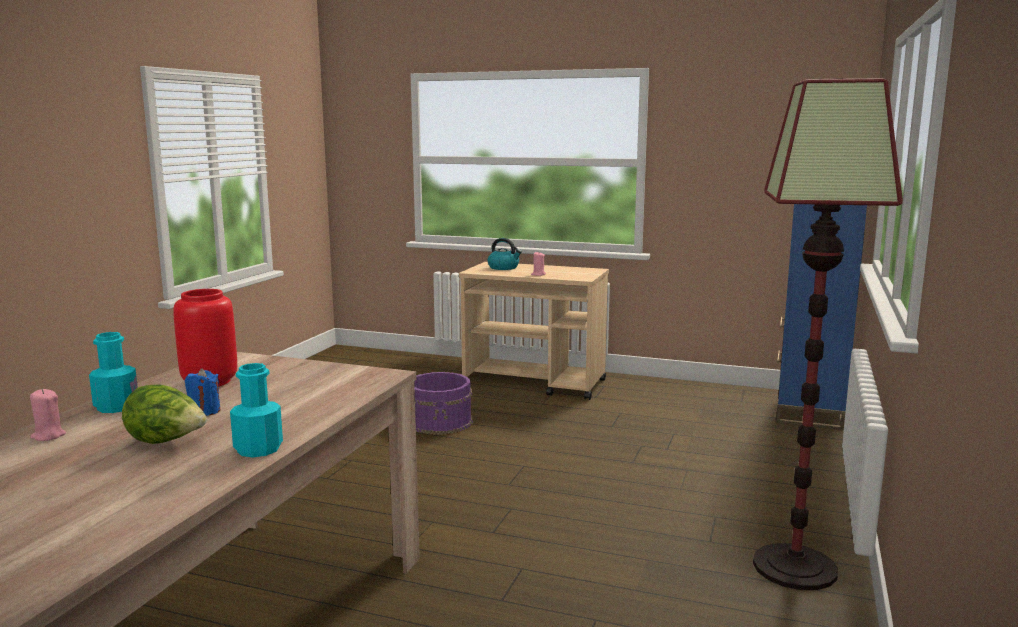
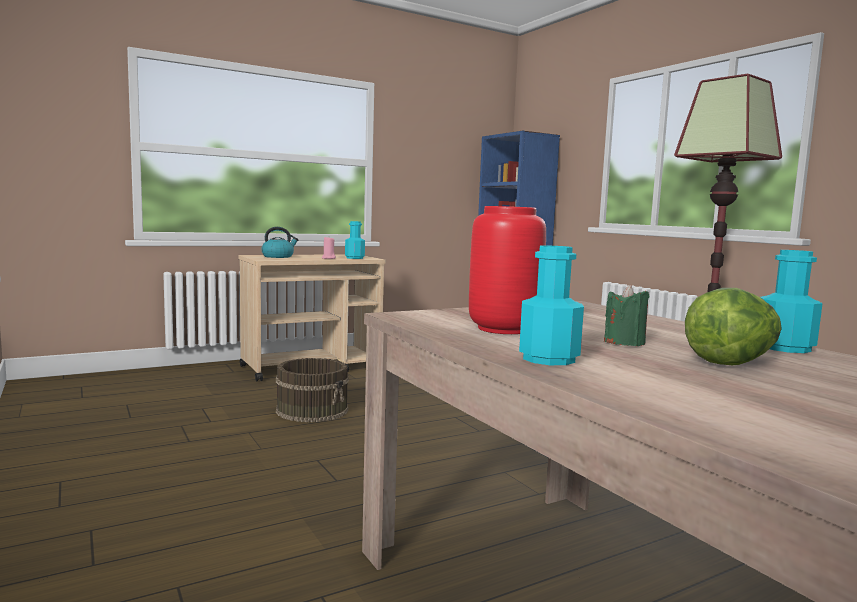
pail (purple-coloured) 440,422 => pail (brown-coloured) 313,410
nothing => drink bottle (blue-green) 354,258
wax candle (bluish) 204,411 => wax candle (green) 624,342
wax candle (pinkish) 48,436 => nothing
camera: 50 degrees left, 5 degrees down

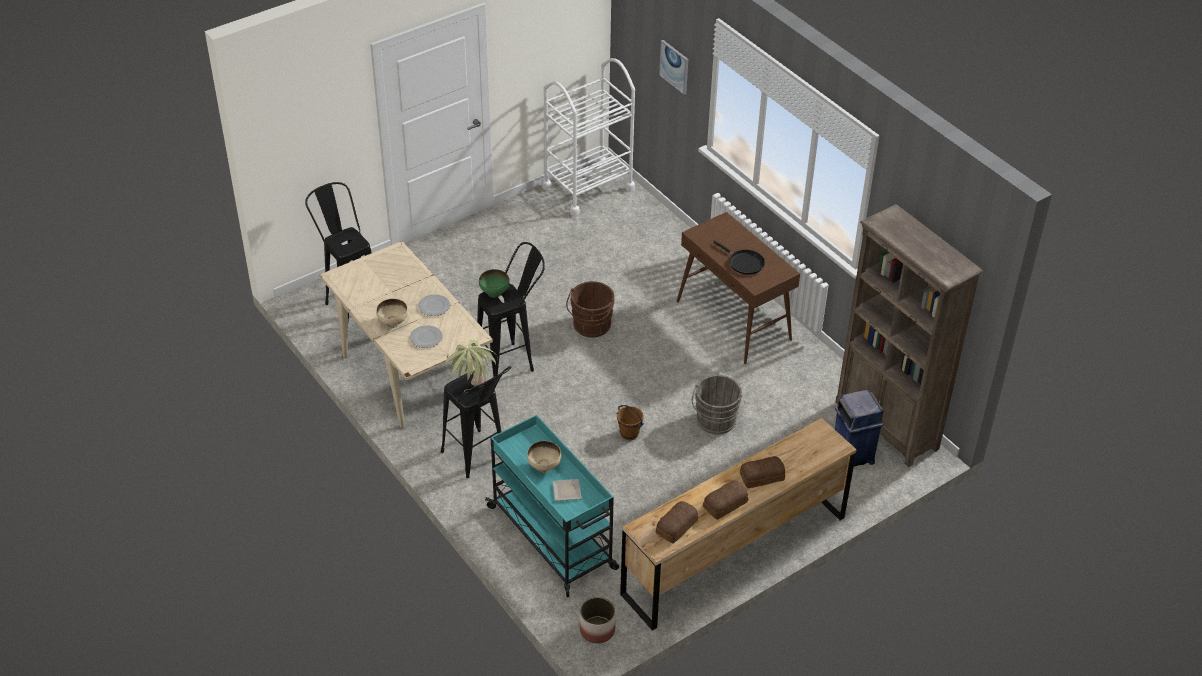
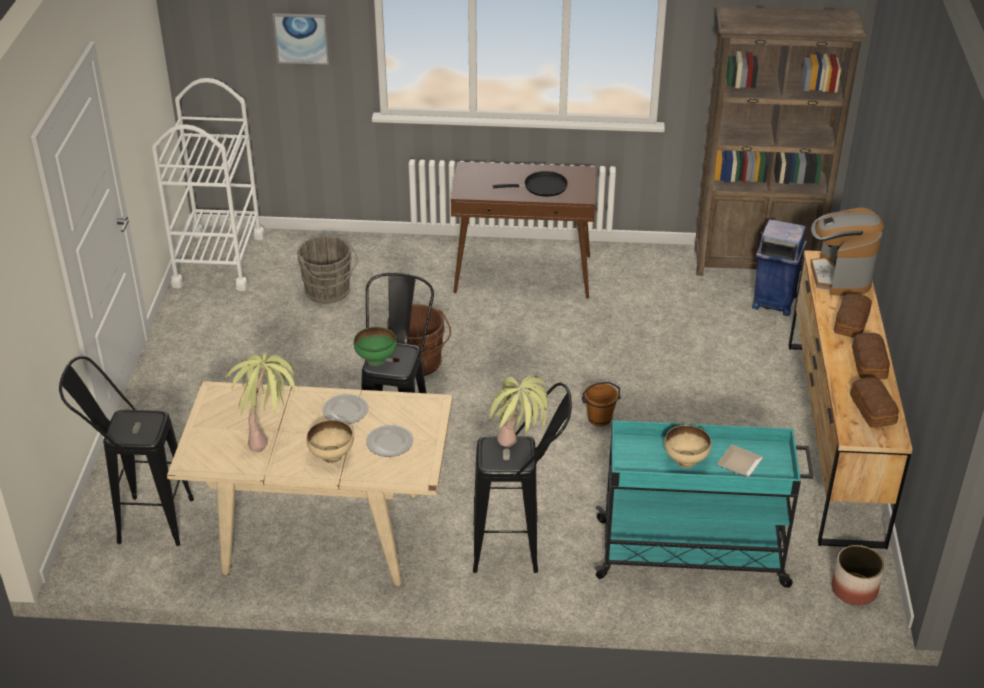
nothing => houseplant 269,434
pail (greyish) 715,422 => pail (greyish) 329,292, move
nothing => coffee maker 839,277
camera: 50 degrees left, 5 degrees down

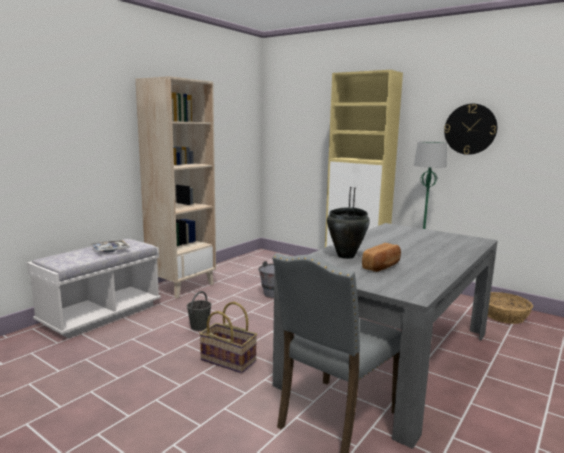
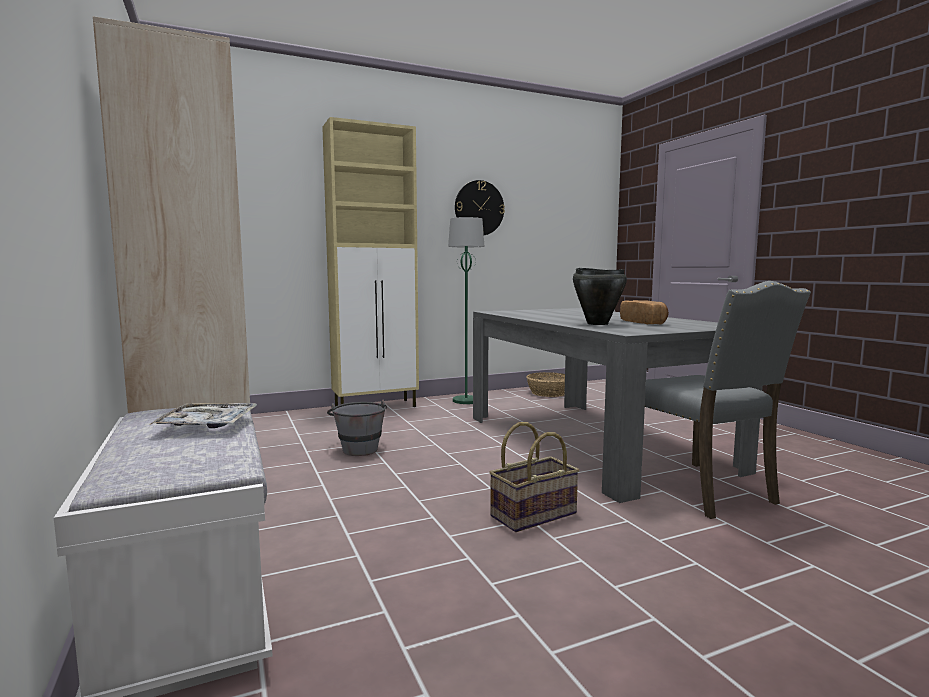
pail (greyish) 199,326 => nothing
camera: 60 degrees left, 5 degrees down

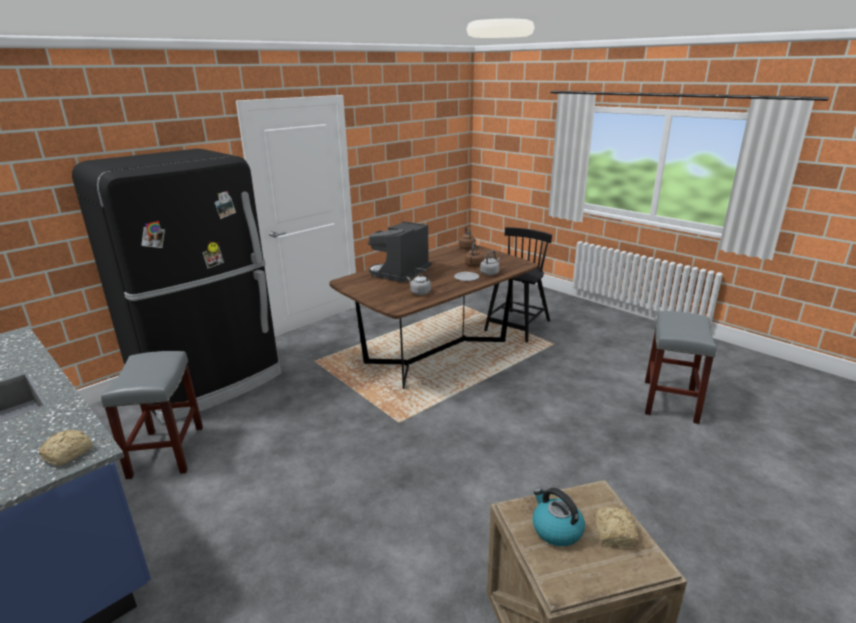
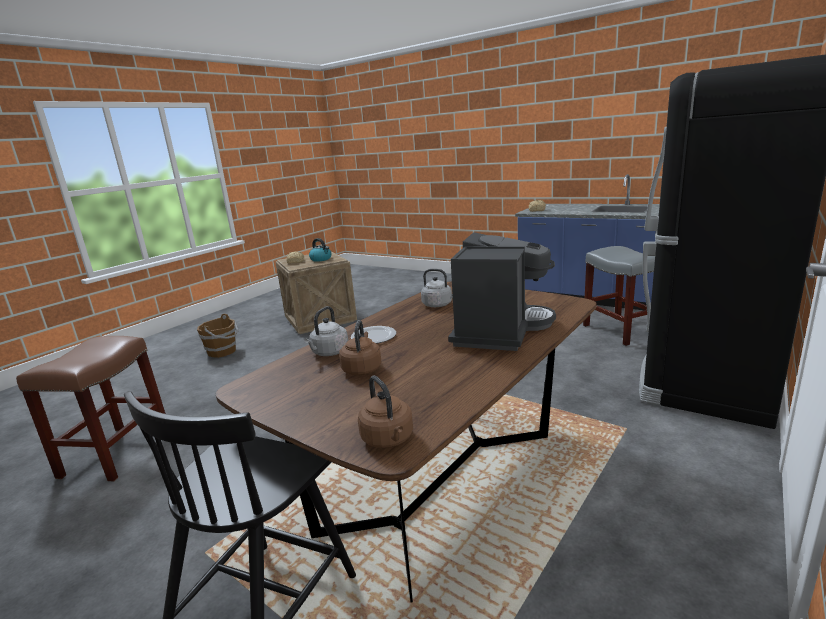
stool seat (greyish) 670,402 => stool seat (brown-coloured) 117,452
nothing => pail (brown-coloured) 223,351
camera: 170 degrees right, 5 degrees down

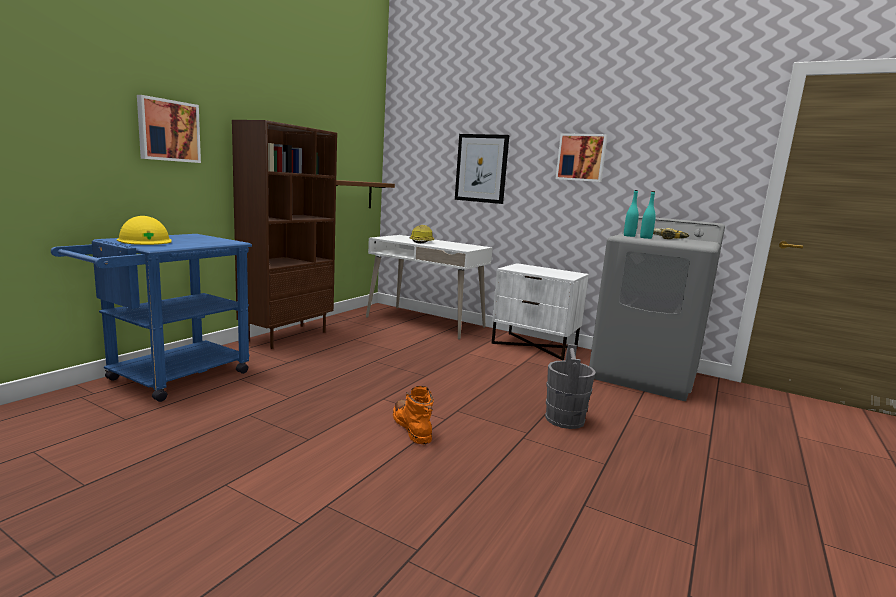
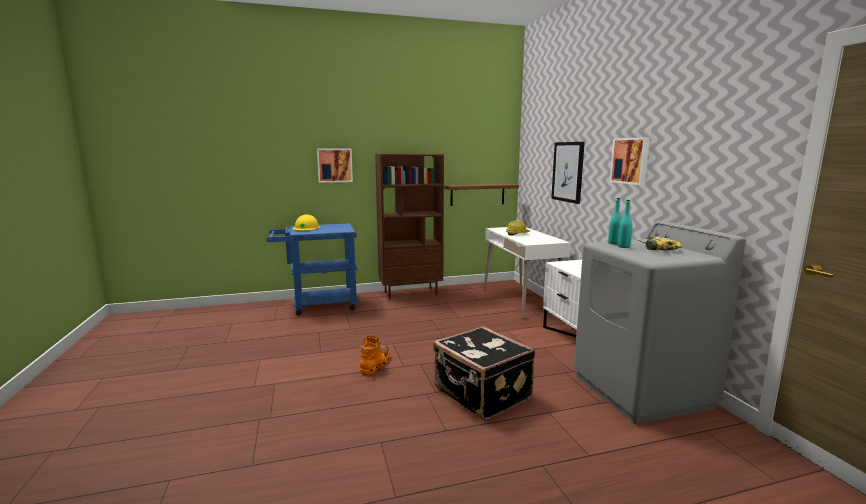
pail (greyish) 565,419 => travel case (blackish) 481,394
camera: 45 degrees right, 0 degrees up

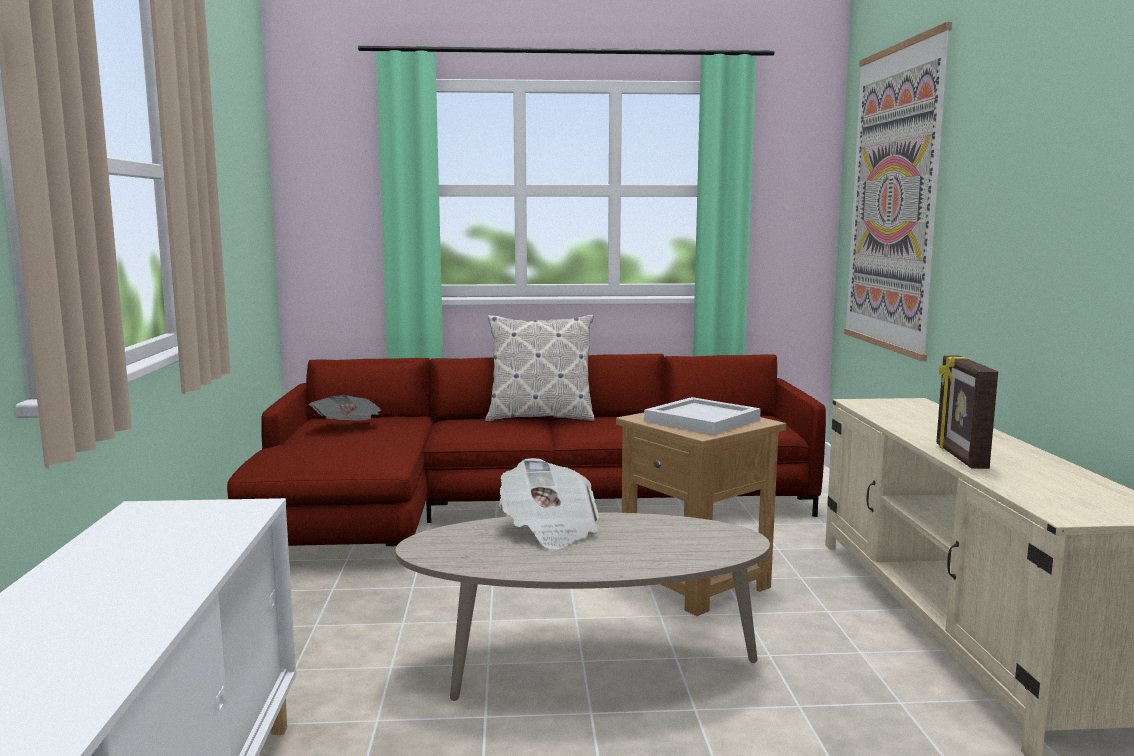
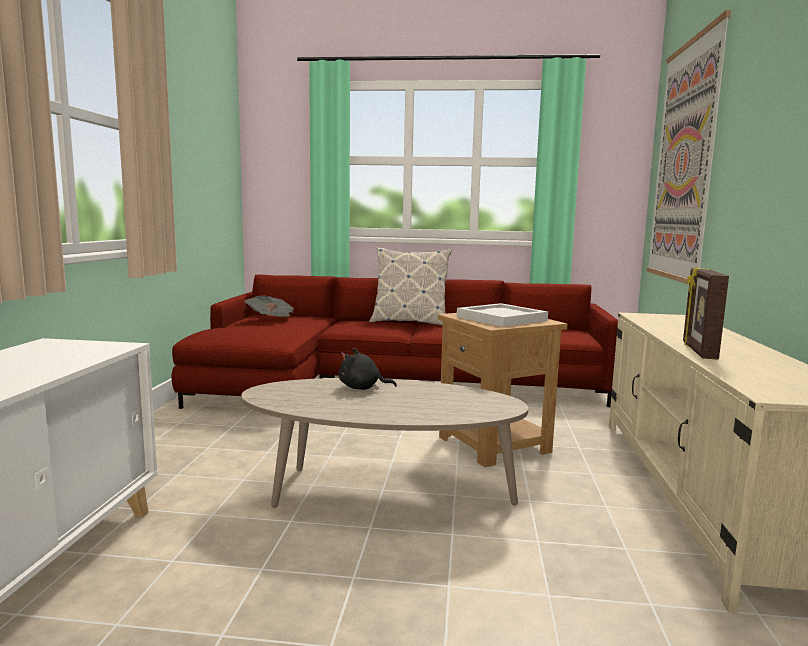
printed paper 549,530 => soft toy (blackish) 362,388
camera: 10 degrees right, 0 degrees up

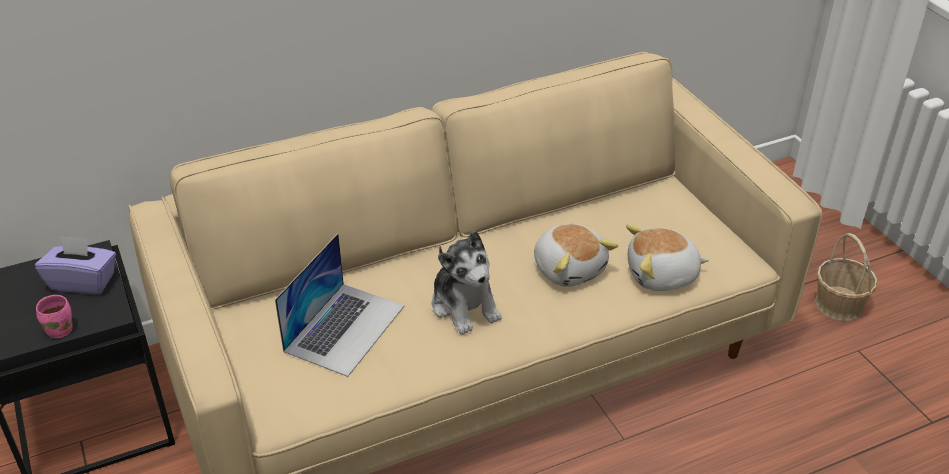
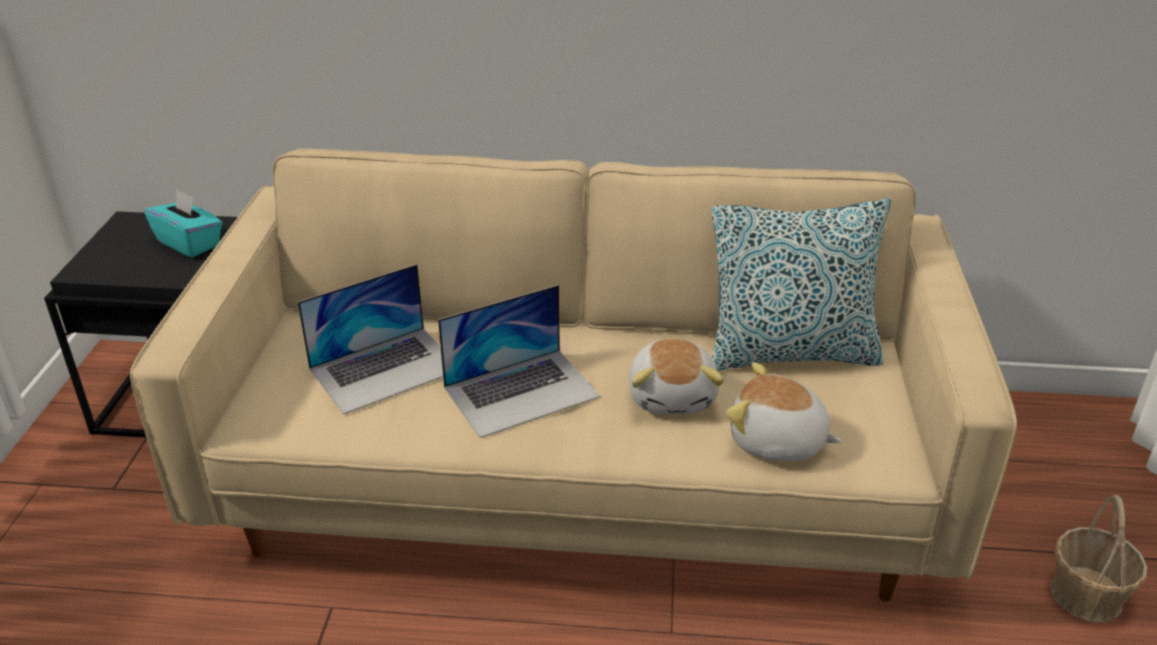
box of tissues (purple-coloured) 83,281 => box of tissues (blue-green) 190,243
soft toy 464,306 => laptop 522,391
nothing => throw pillow 790,353
coffee mug (pinkish) 61,329 => nothing
camera: 30 degrees right, 5 degrees down

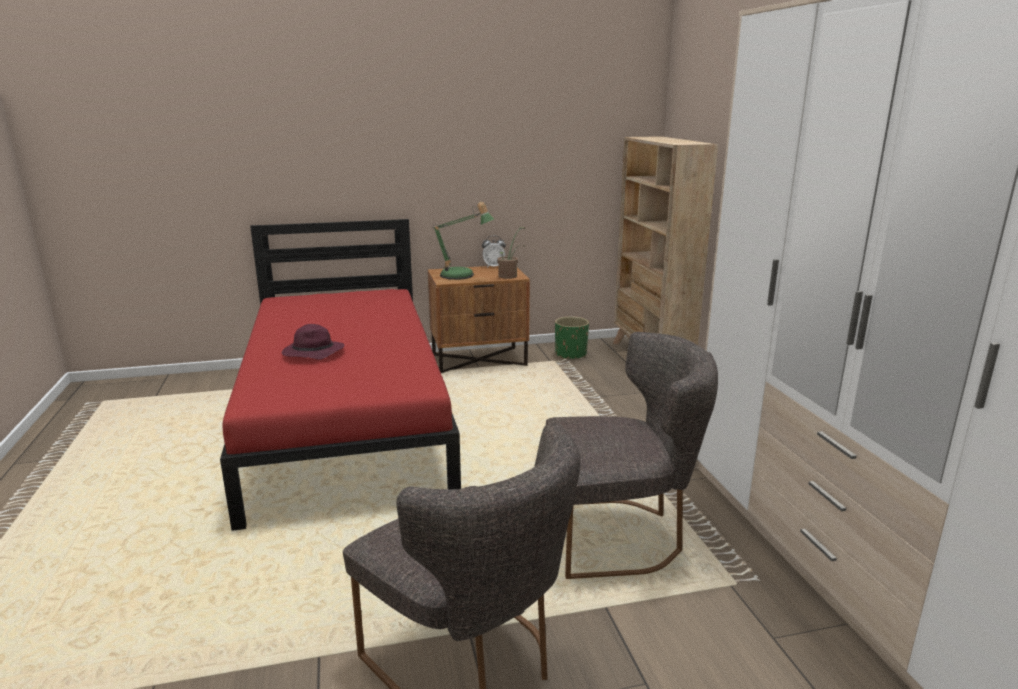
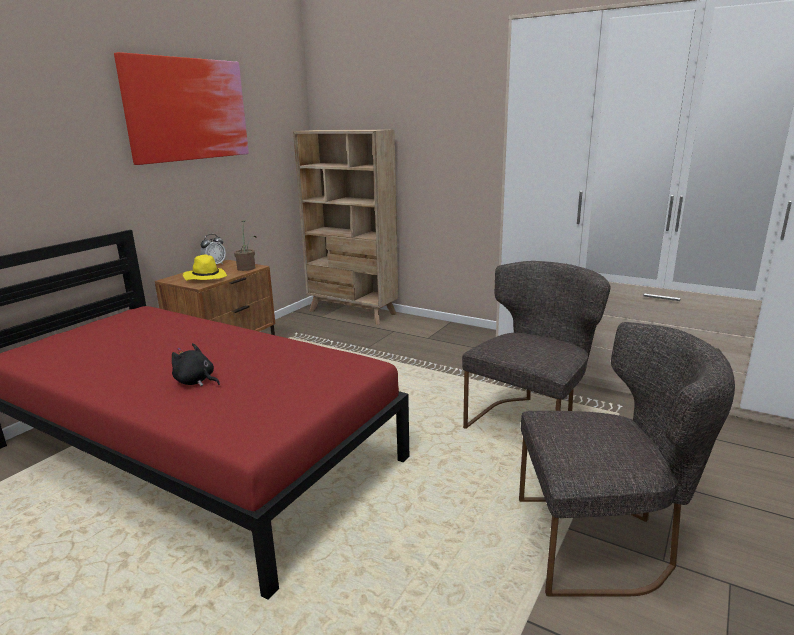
nothing => wall picture 187,109
wearable hat (purple-coloured) 312,353 => soft toy (blackish) 196,381
lamp for a table 462,276 => wearable hat (yellowish) 205,278
plant pot (green) 570,354 => nothing
camera: 45 degrees left, 0 degrees up

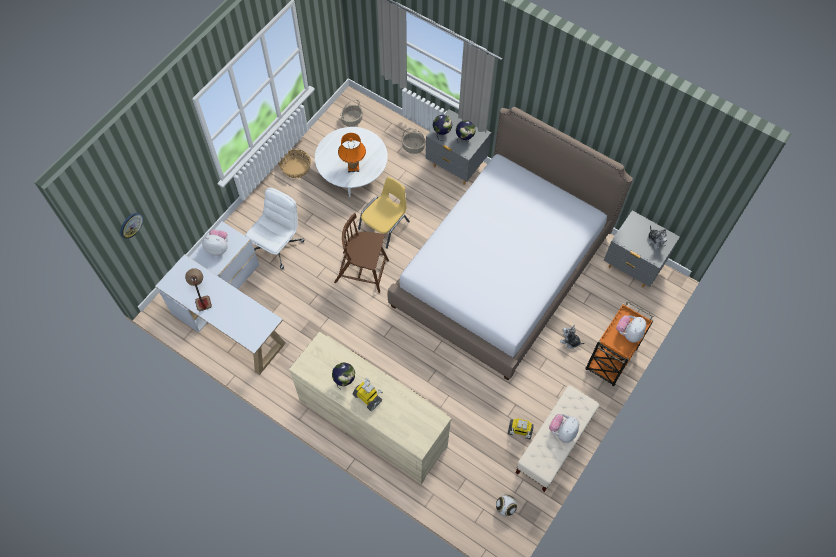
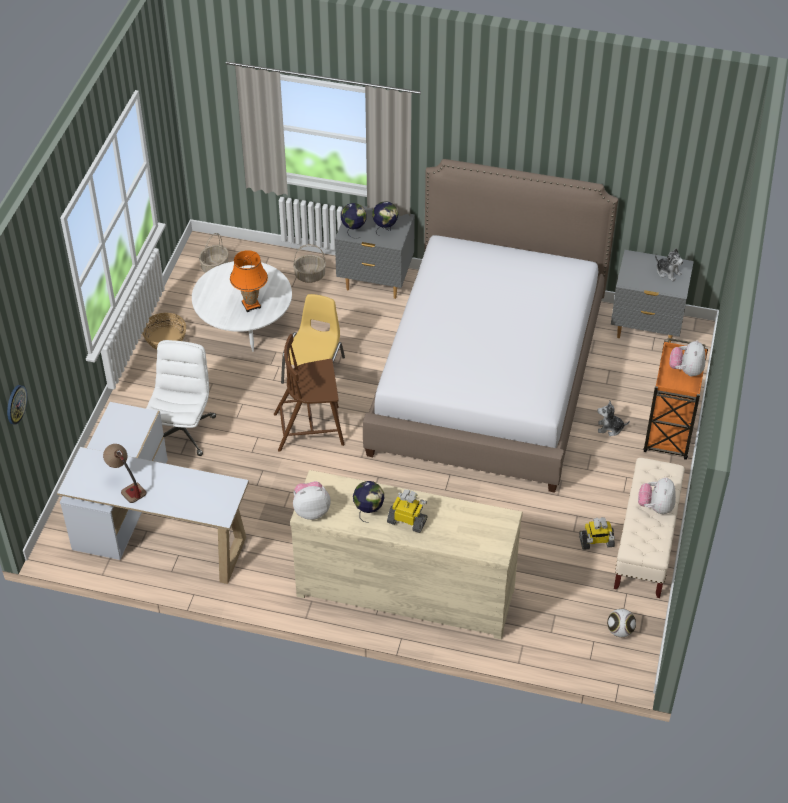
soft toy 218,247 => soft toy 311,510, move
camera: 20 degrees left, 15 degrees down

